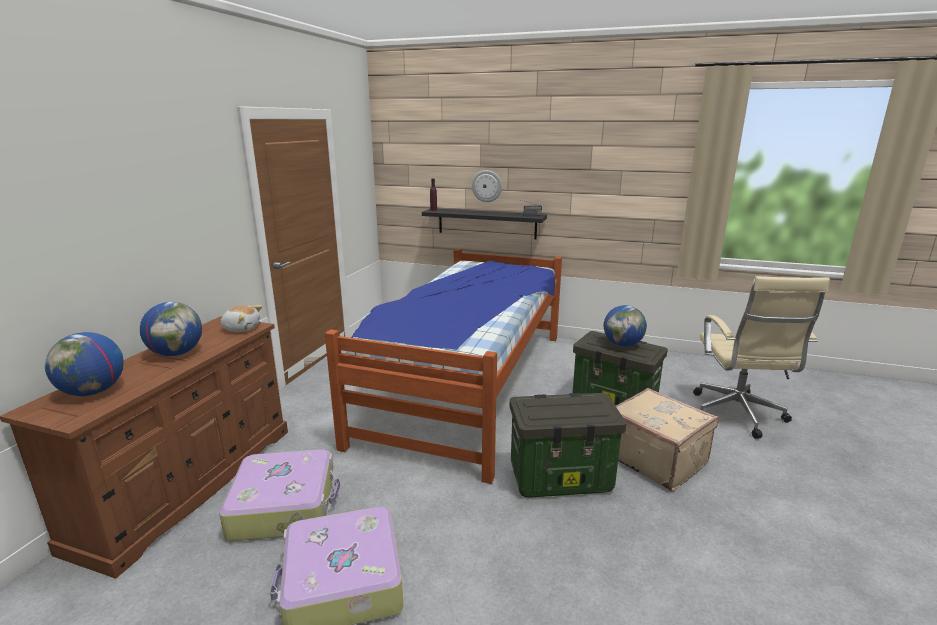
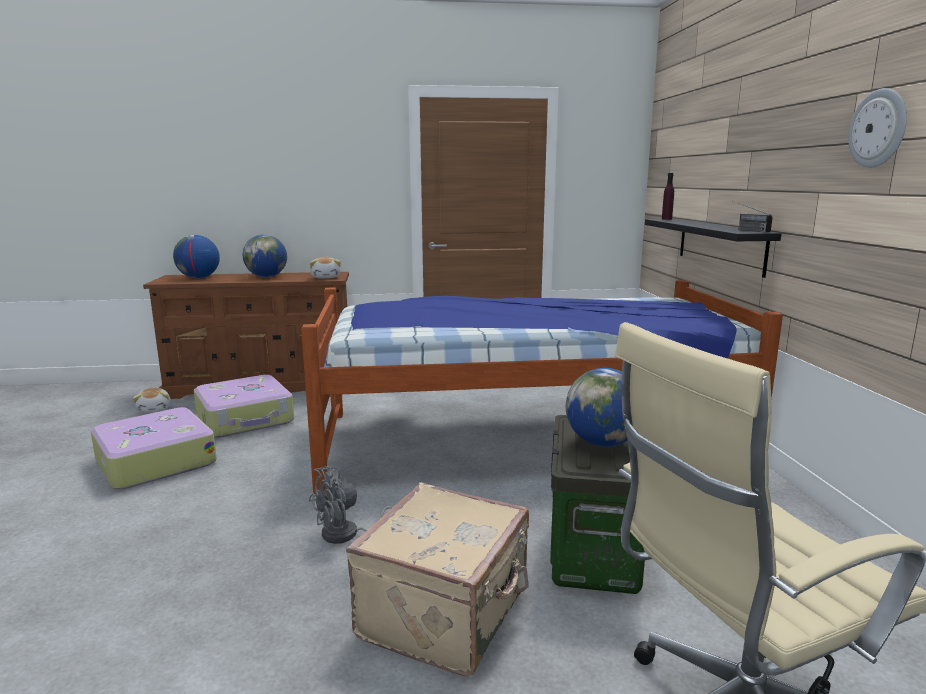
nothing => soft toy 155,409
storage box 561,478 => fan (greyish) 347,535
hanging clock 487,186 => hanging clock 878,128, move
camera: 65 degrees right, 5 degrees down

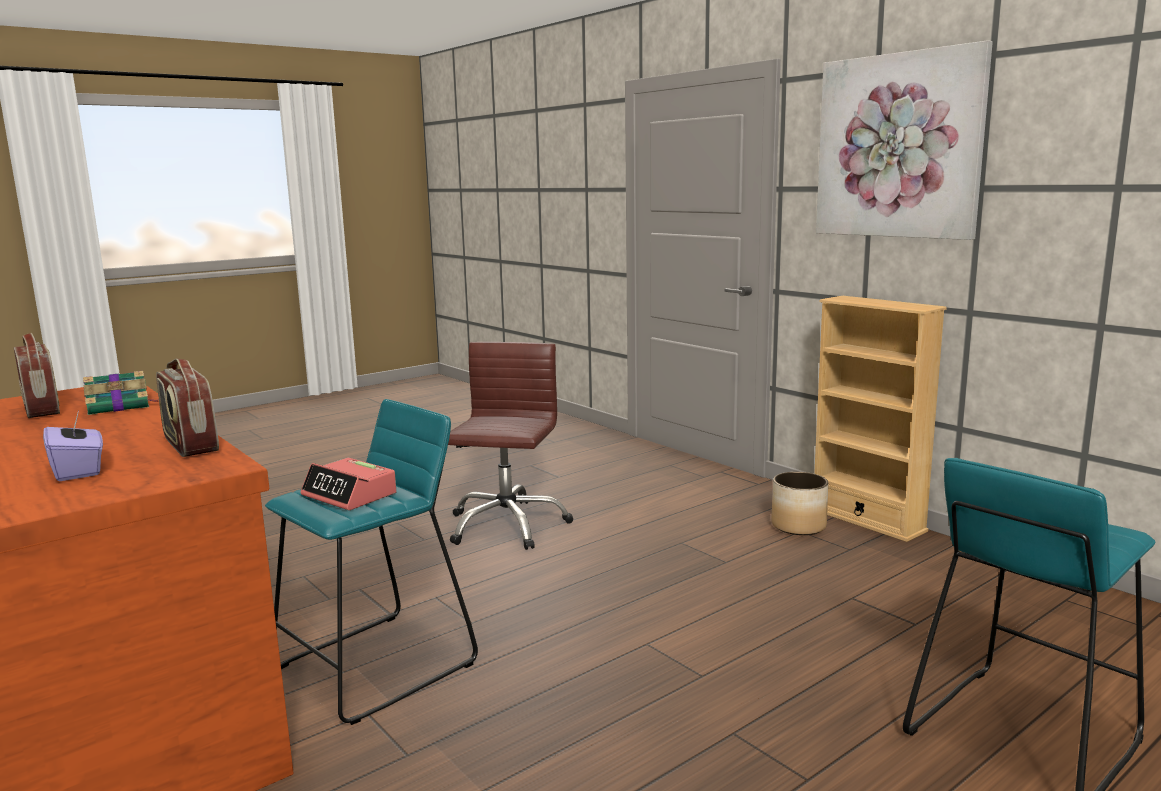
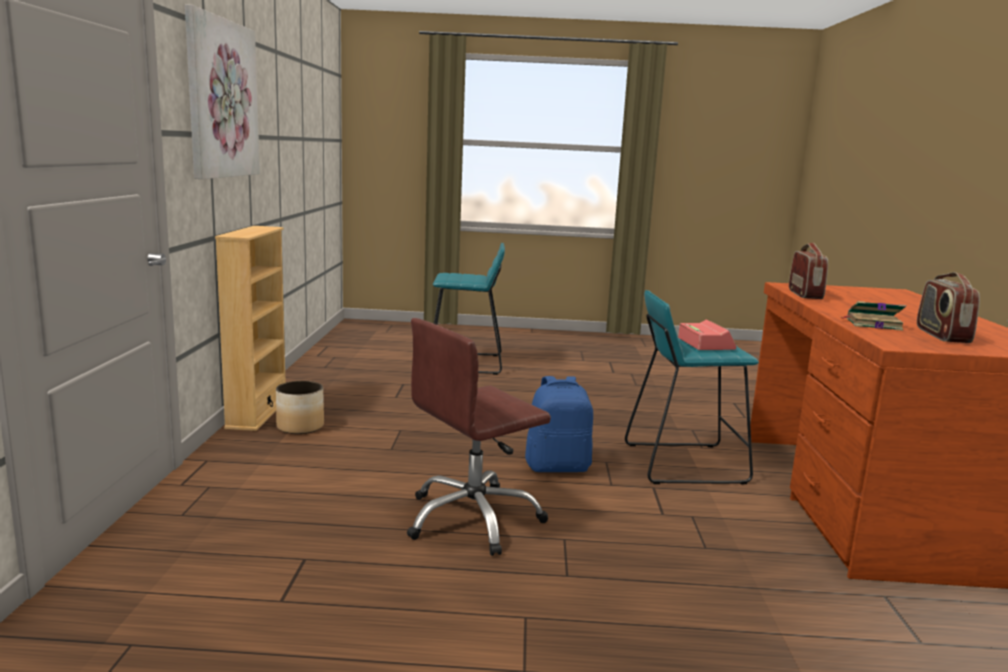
nothing => rucksack (bluish) 558,466
box of tissues (purple-coloured) 78,470 => nothing
camera: 140 degrees left, 0 degrees up

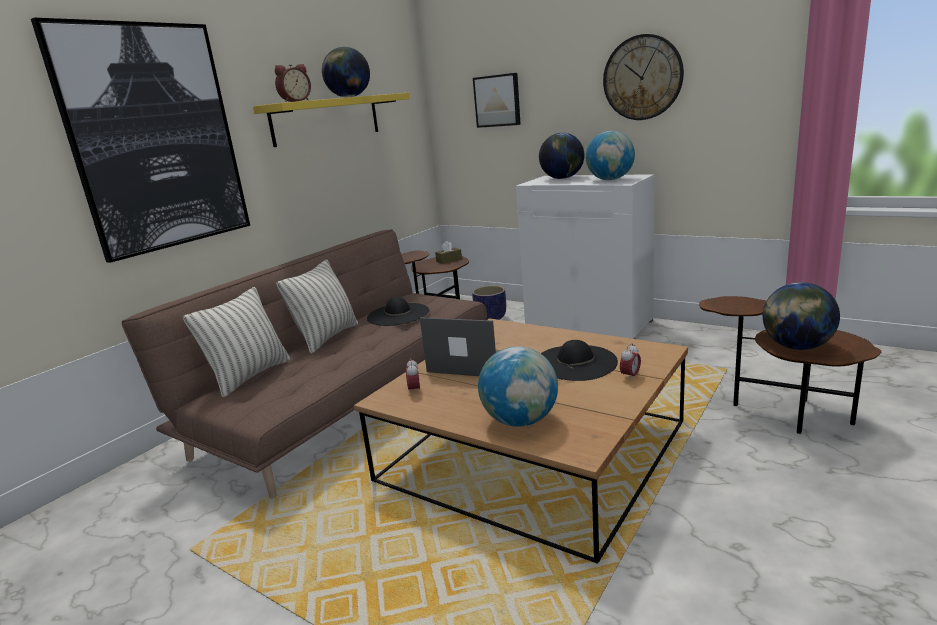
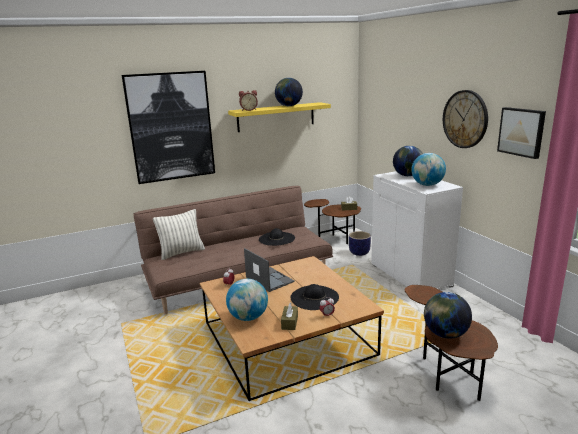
nothing => box of tissues (brown-coloured) 289,322
wall picture 497,100 => wall picture 522,132, move
throw pillow 327,337 => nothing
camera: 30 degrees right, 0 degrees up

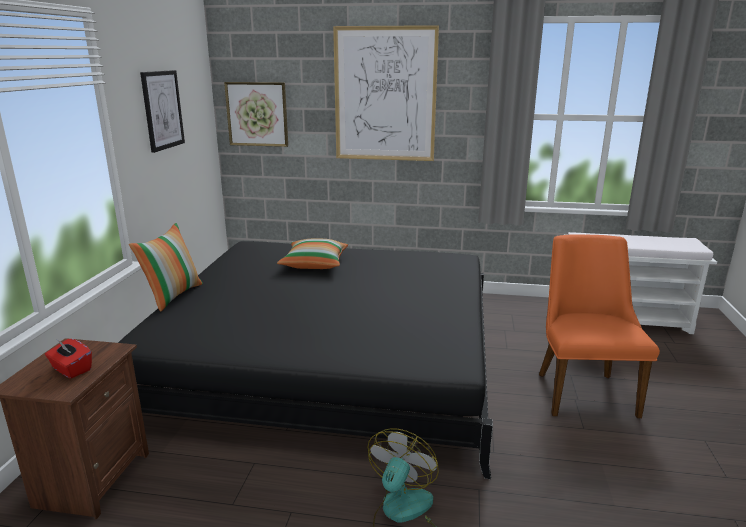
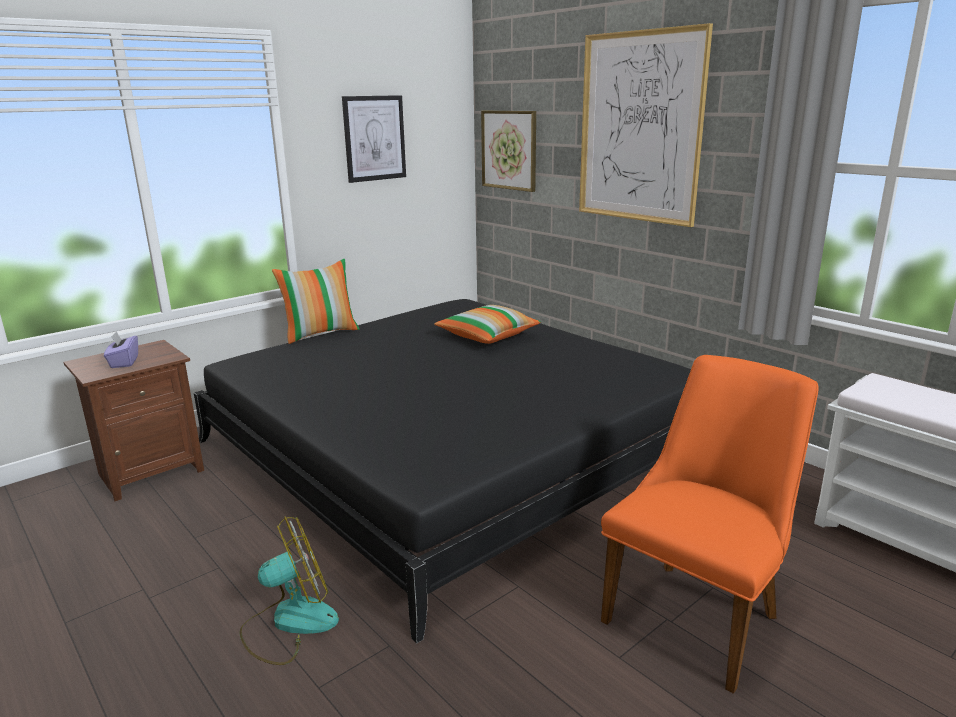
box of tissues (red) 71,369 => box of tissues (purple-coloured) 124,362
camera: 40 degrees right, 0 degrees up

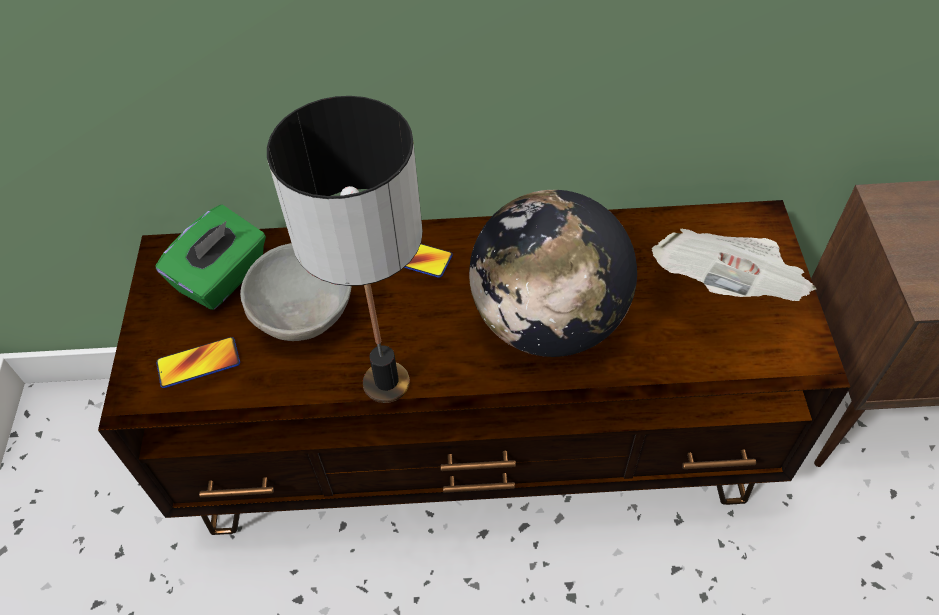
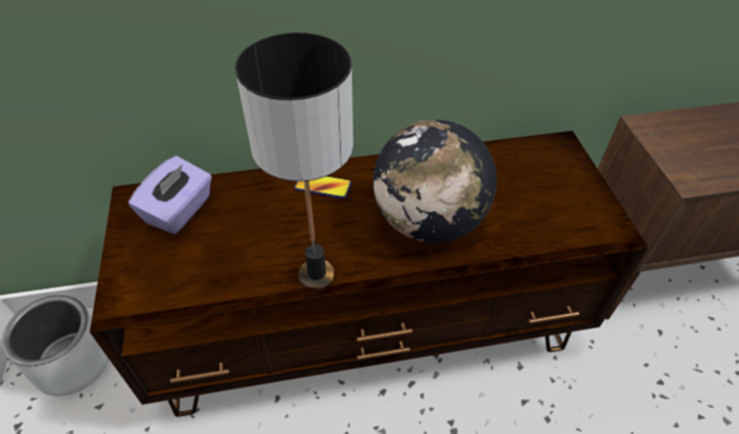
nothing => plant pot (greyish) 73,363
box of tissues (green) 223,277 => box of tissues (purple-coloured) 179,211
handset 199,363 => nothing
deep dish (greyish) 306,315 => nothing
printed paper 726,288 => nothing
camera: 10 degrees left, 5 degrees down

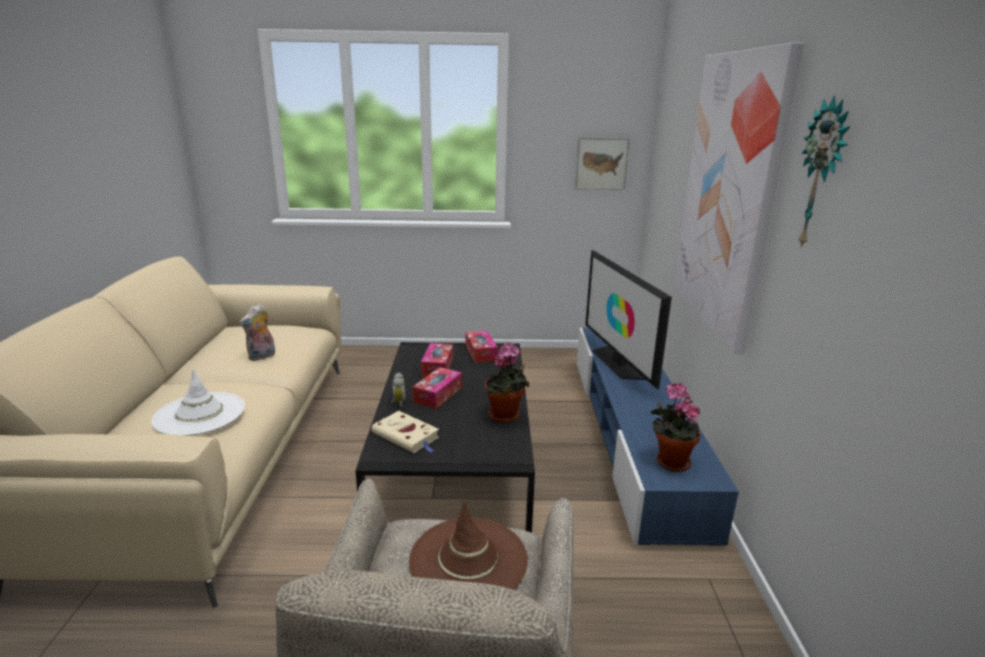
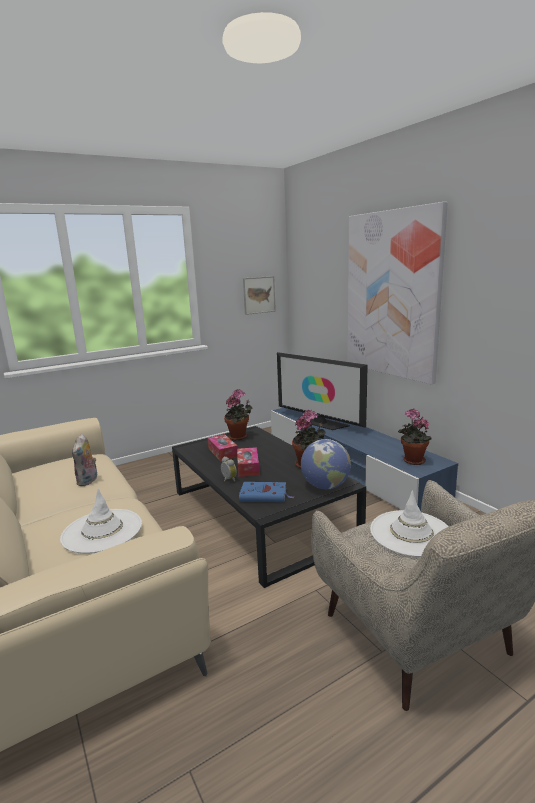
box of tissues 481,352 => houseplant 239,437
volume (sand-coloured) 407,436 => volume (bluish) 265,495
nothing => desk globe 325,486
wearable hat (brown-coloured) 468,560 => wearable hat (white) 411,533
hanging clock 823,175 => nothing
camera: 30 degrees left, 5 degrees down

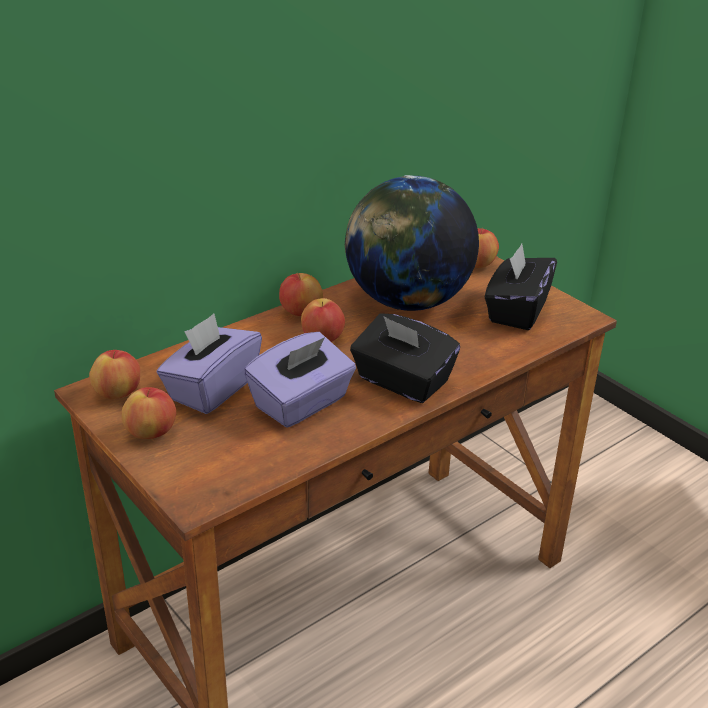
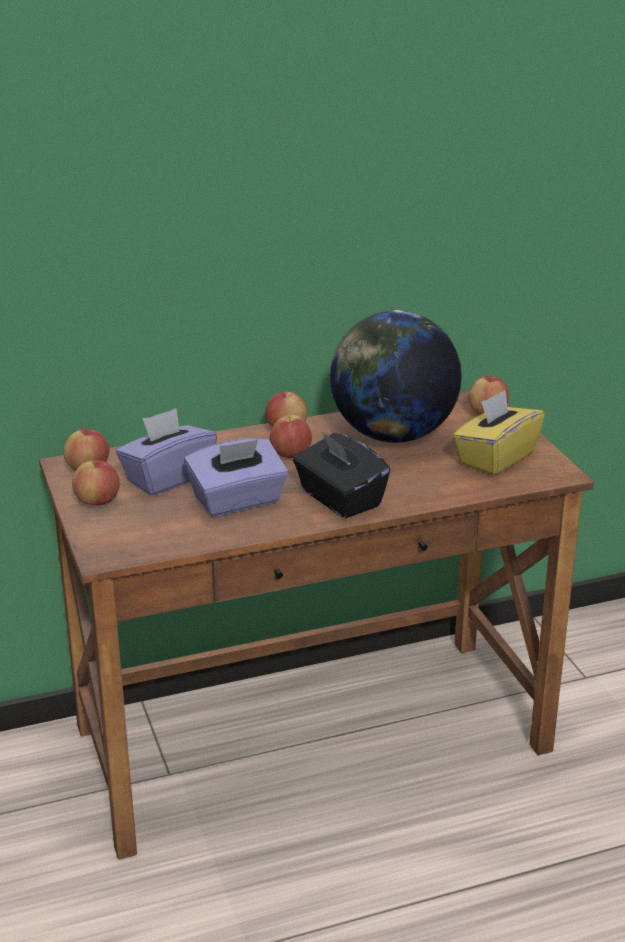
box of tissues (blackish) 516,311 => box of tissues (yellowish) 495,458
camera: 20 degrees right, 5 degrees down

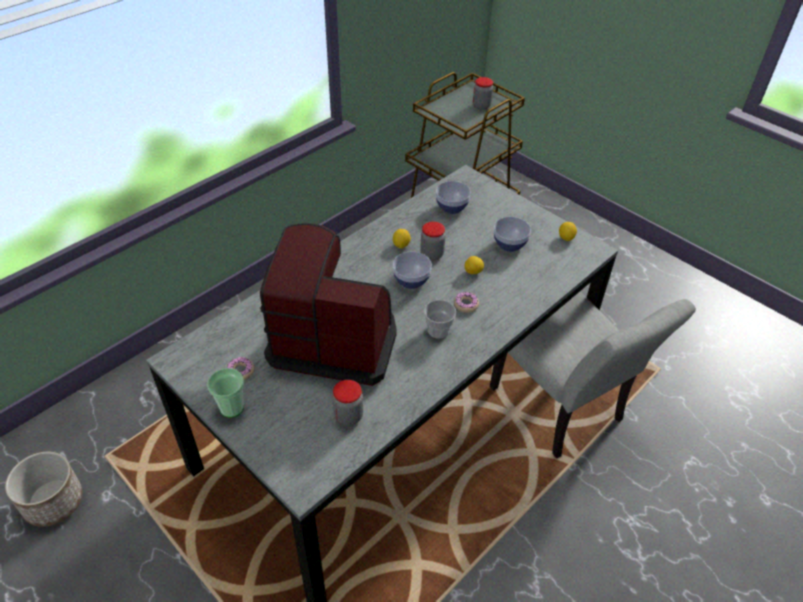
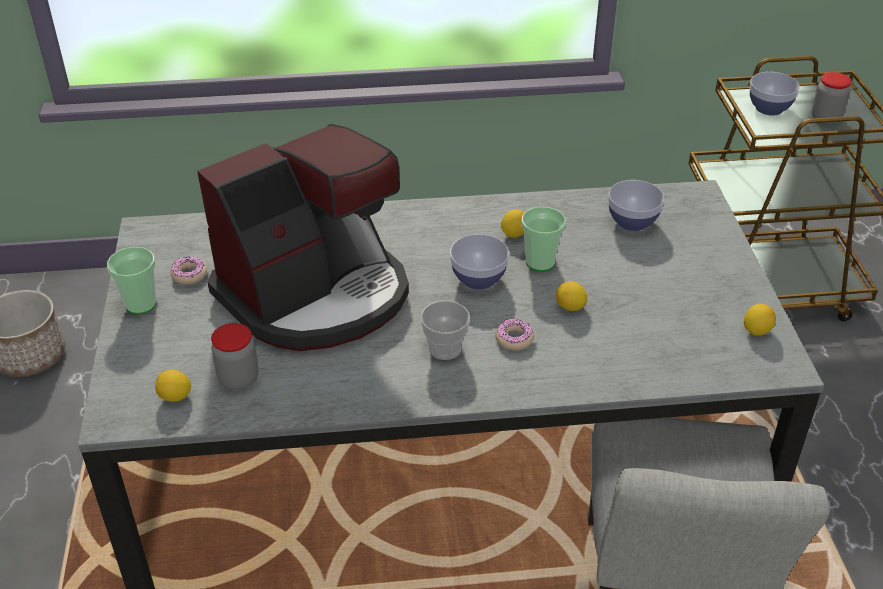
nothing => whole lemon 175,397
coffee maker 334,339 => coffee maker 316,294, 90 degrees clockwise
jar 432,254 => small cup 540,262
deep dish 509,244 => deep dish 769,108, move
camera: 40 degrees right, 5 degrees down

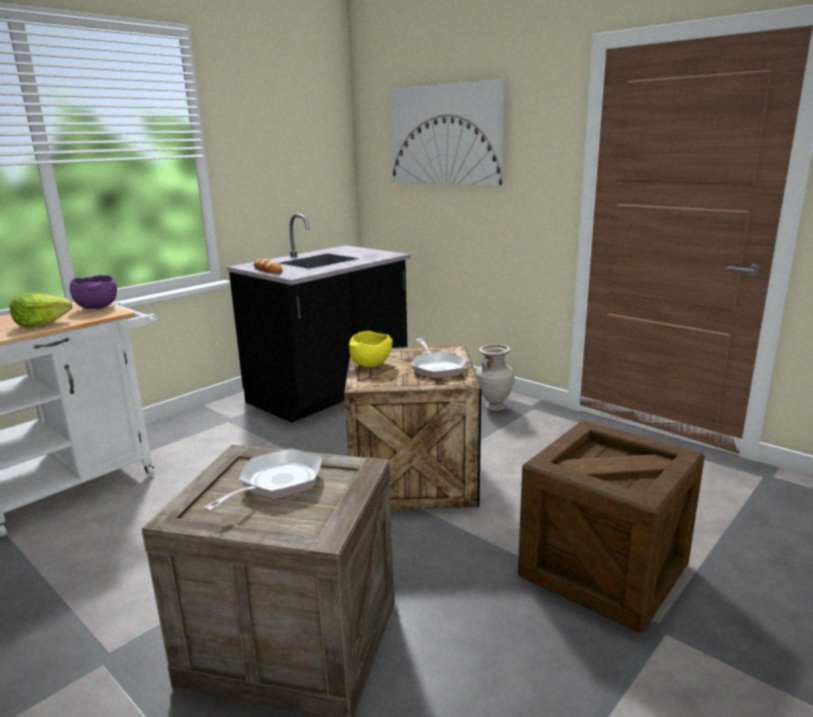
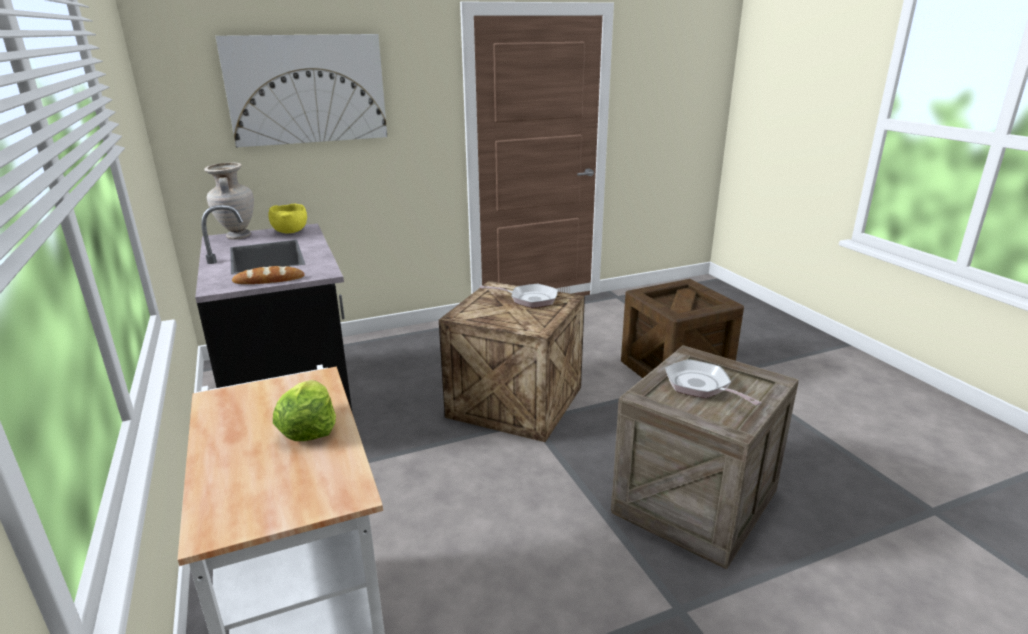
decorative vase (sand-coloured) 494,407 => decorative vase (sand-coloured) 237,236, move
deep dish (yellowish) 371,365 => deep dish (yellowish) 290,232, move
deep dish (purple-coloured) 97,307 => nothing
camera: 65 degrees left, 5 degrees up

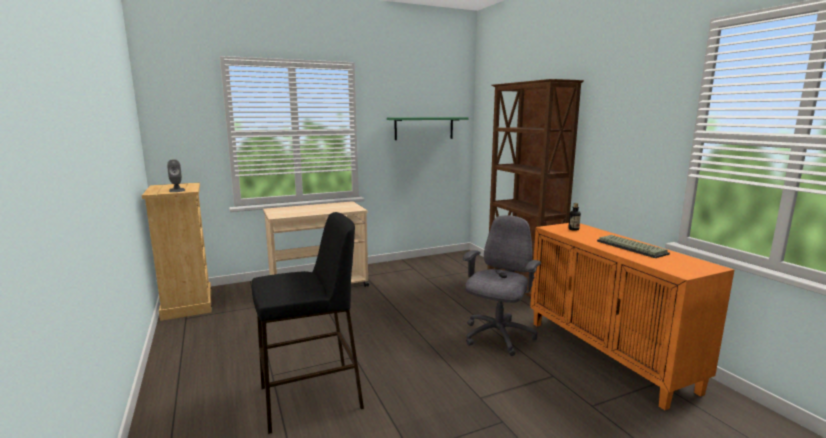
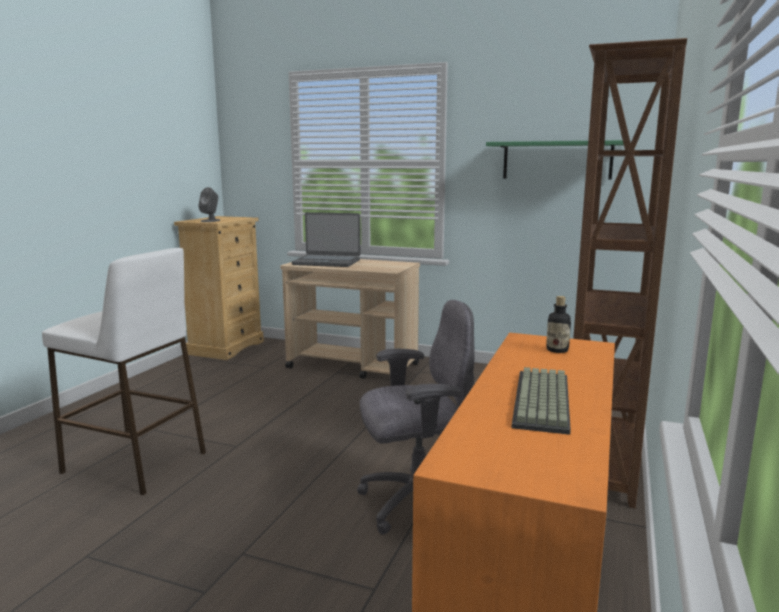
stool seat (blackish) 311,397 => stool seat (white) 135,463
nothing => laptop 327,262
camera: 45 degrees right, 0 degrees up

